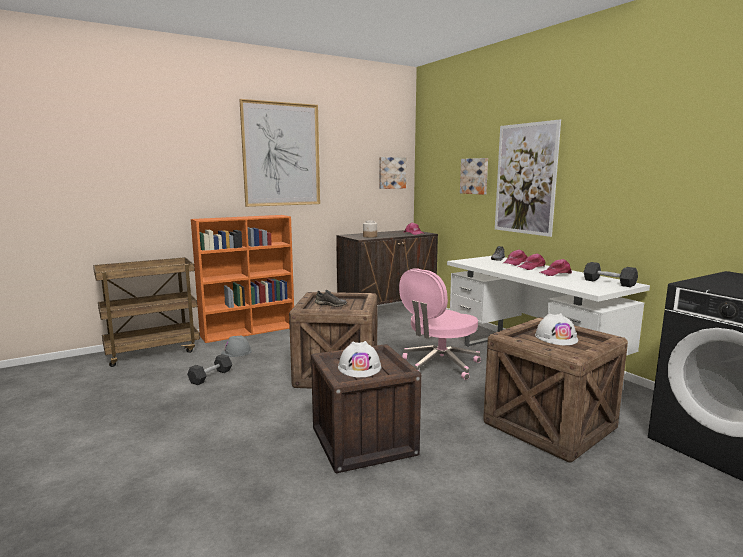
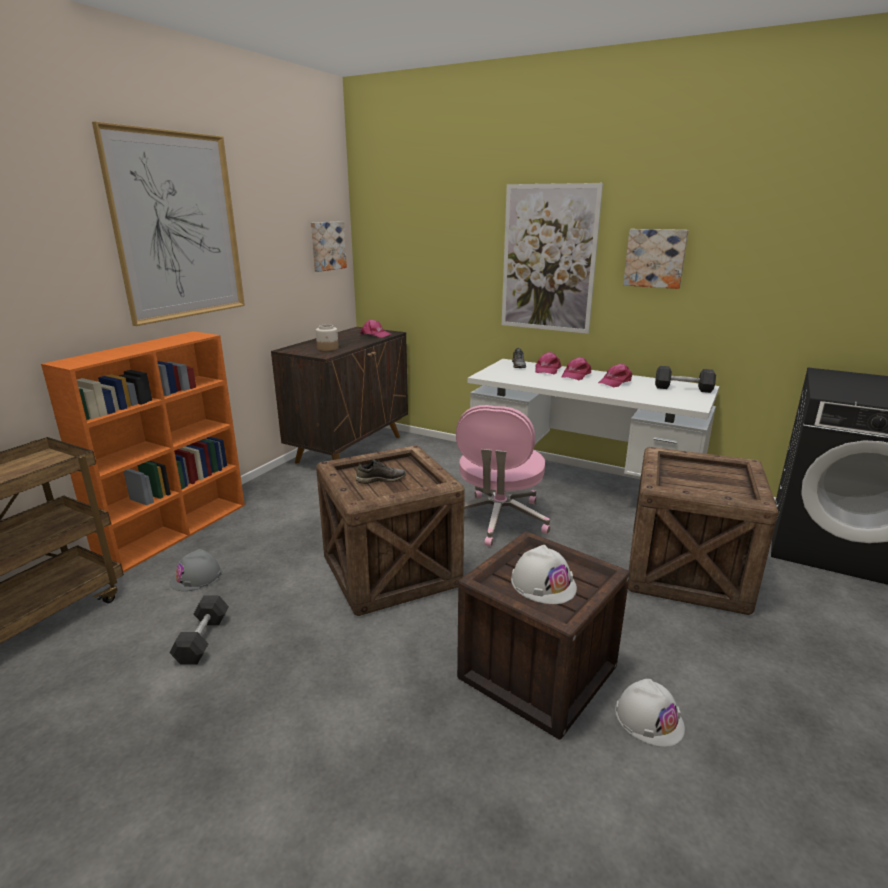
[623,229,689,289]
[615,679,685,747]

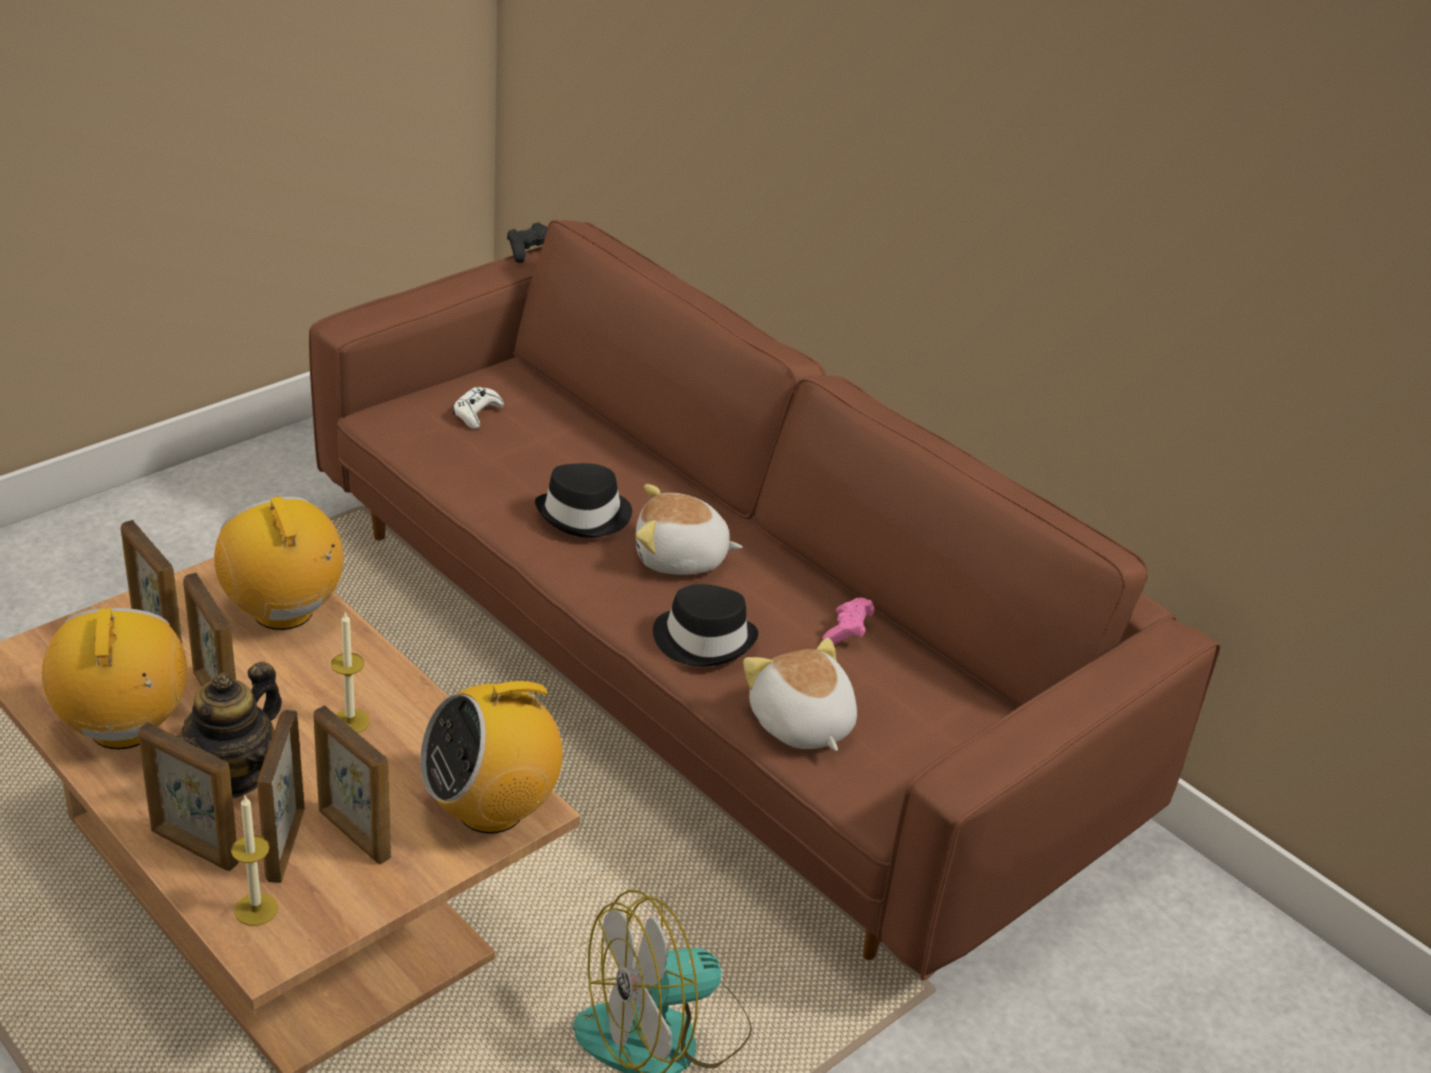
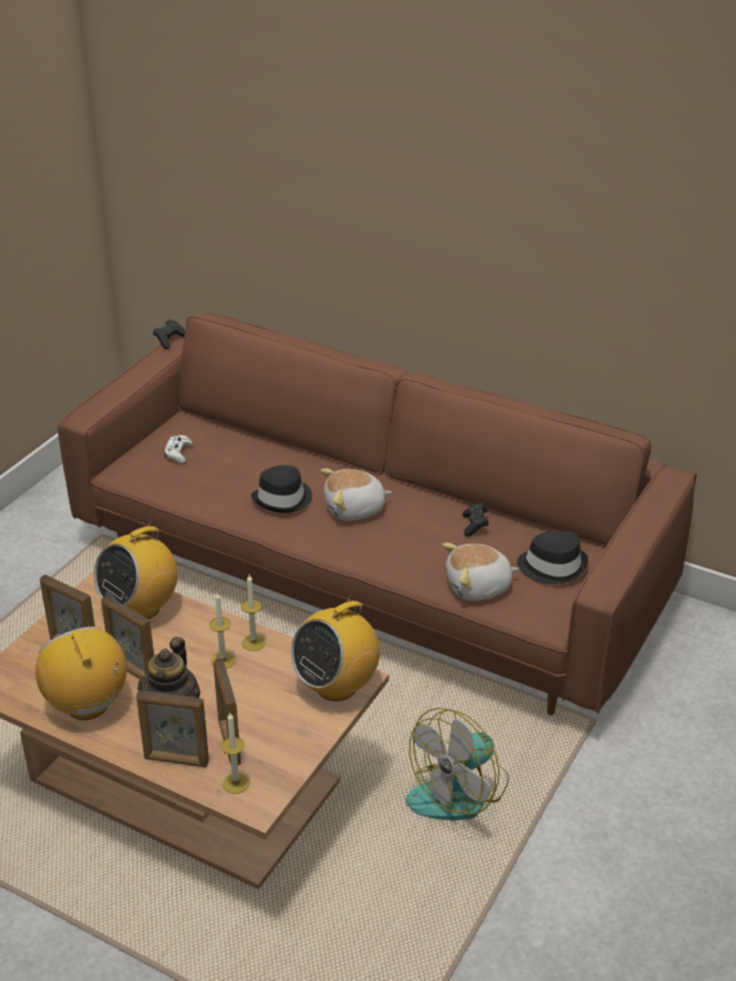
[94,520,178,619]
[517,531,588,584]
[462,503,489,537]
[442,543,519,601]
[313,705,391,864] (first image)
[241,575,266,651]

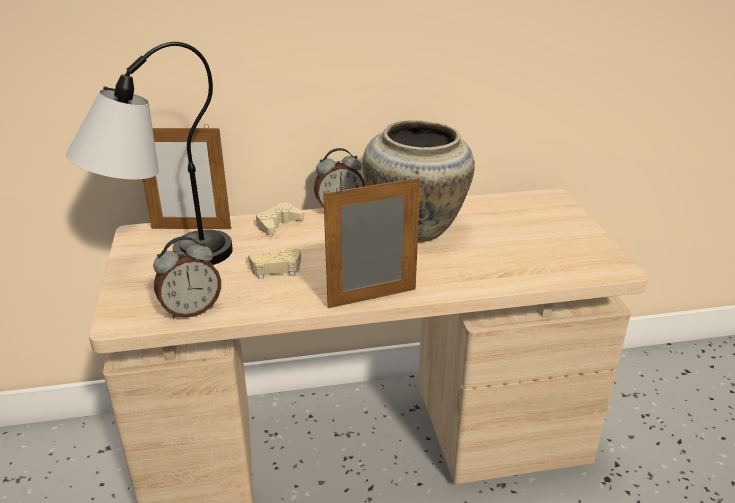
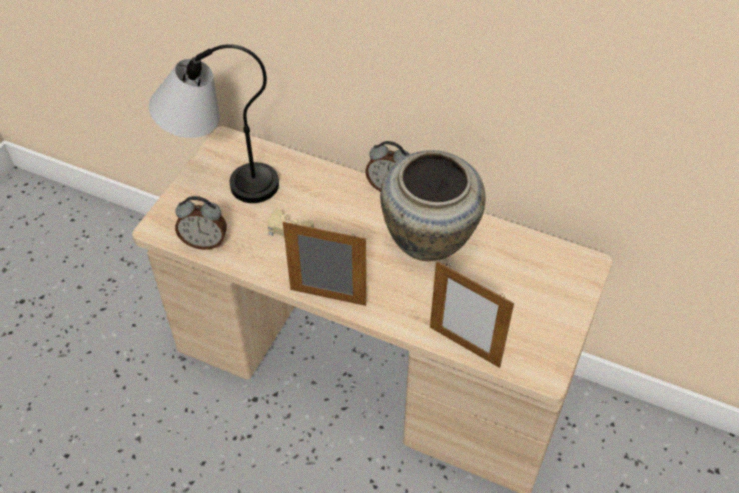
[430,261,514,368]
[256,203,304,235] (first image)

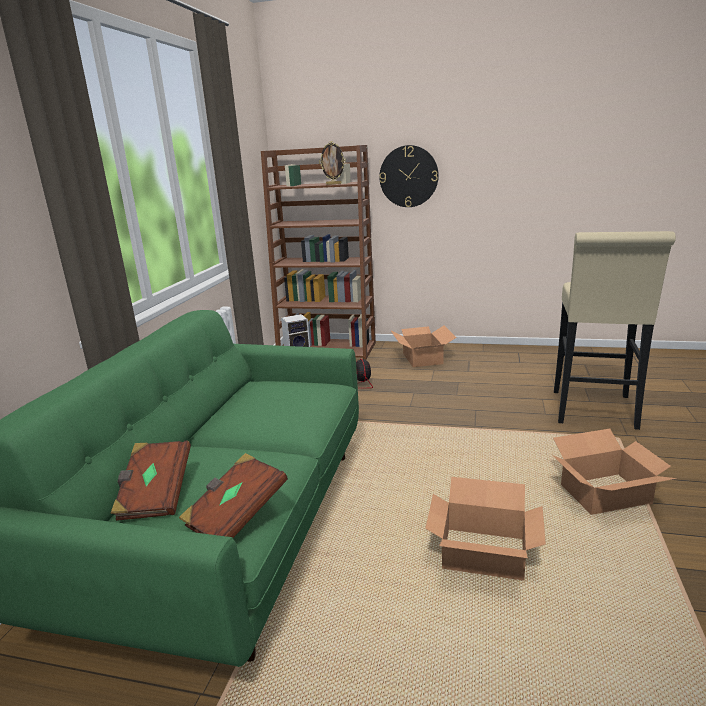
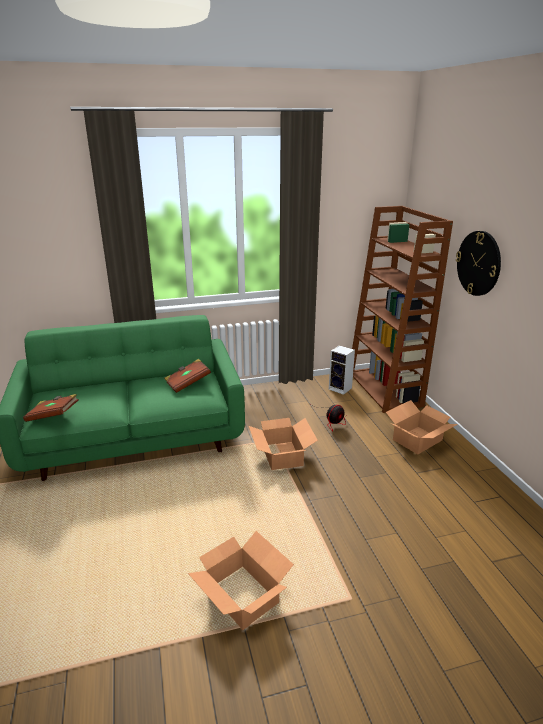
[319,141,346,185] (first image)
[554,231,676,430] (first image)
[164,359,211,393]
[249,418,318,470]

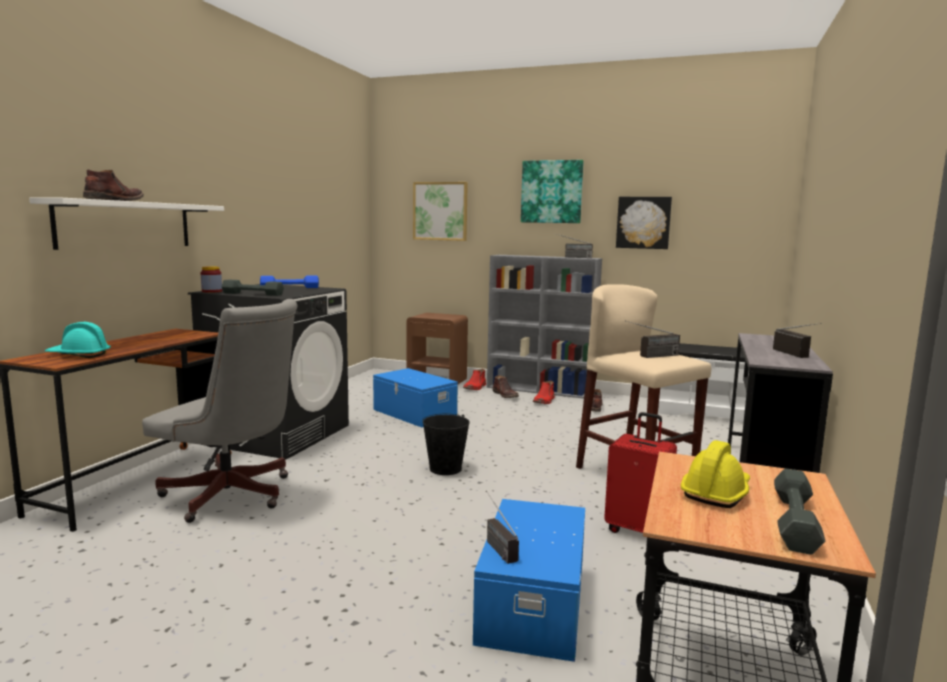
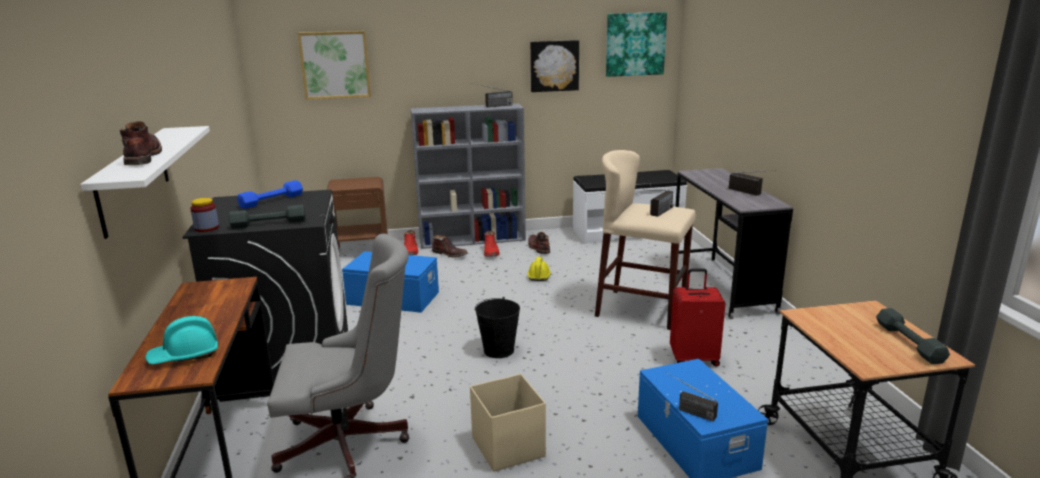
[606,12,667,77]
[527,257,551,281]
[470,374,546,472]

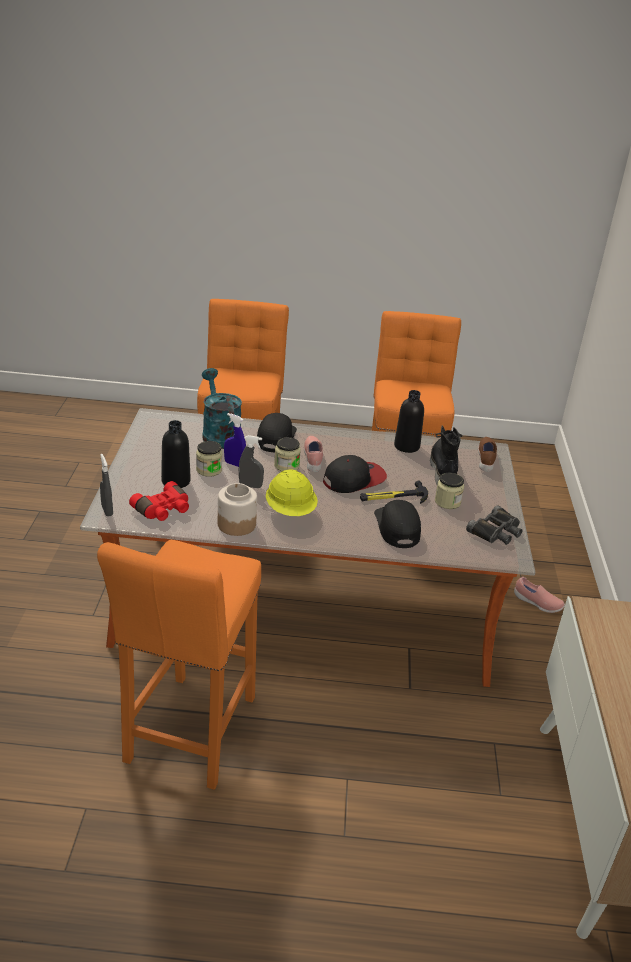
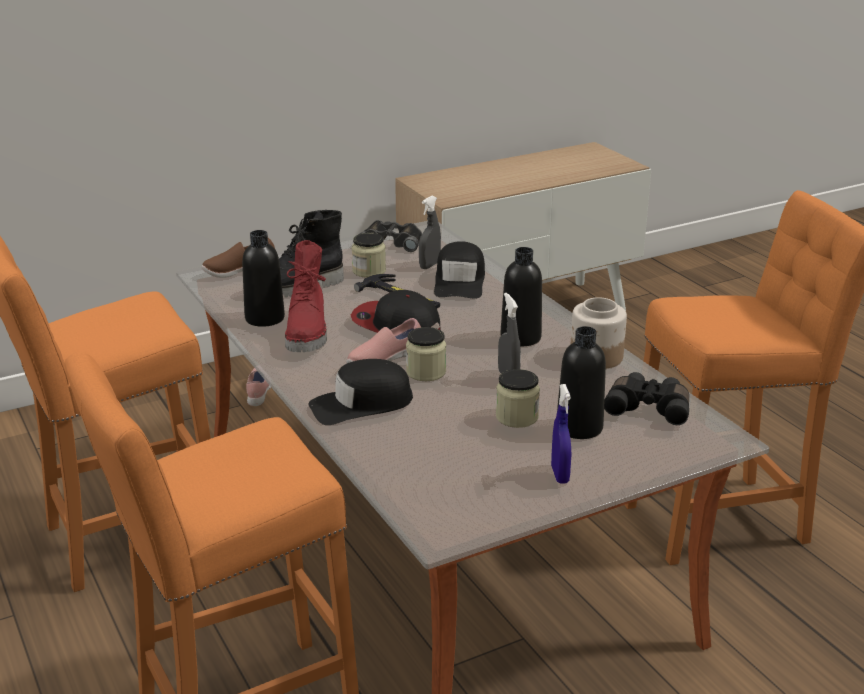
[202,368,242,449] (first image)
[551,384,571,484]
[419,196,441,269]
[500,247,542,346]
[604,372,689,425]
[434,241,485,299]
[285,240,327,352]

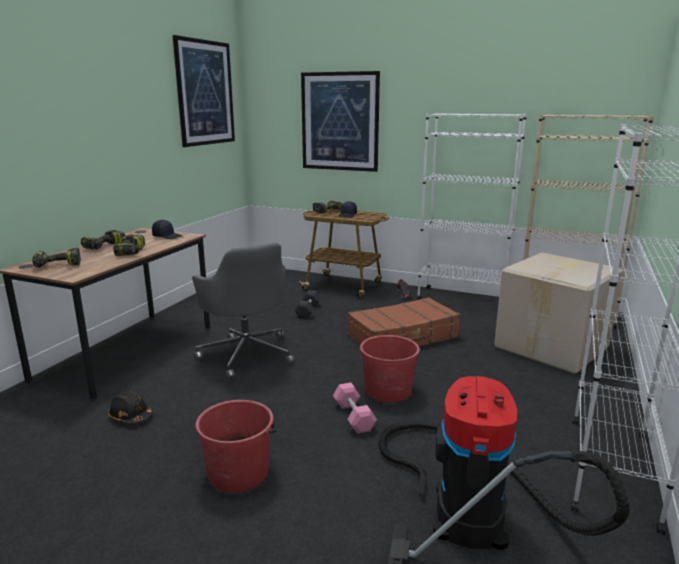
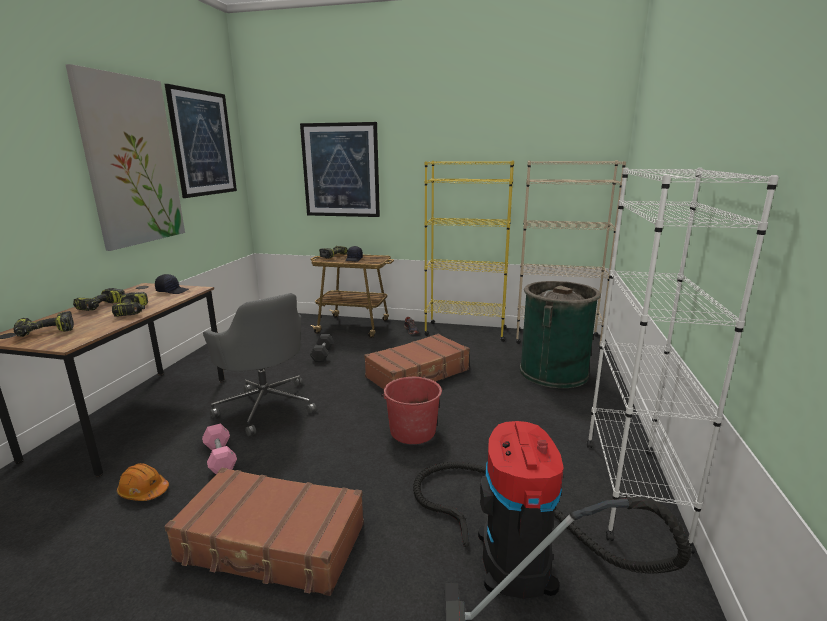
[424,161,514,342]
[520,281,601,388]
[202,424,237,474]
[117,463,169,501]
[164,468,364,596]
[65,64,185,251]

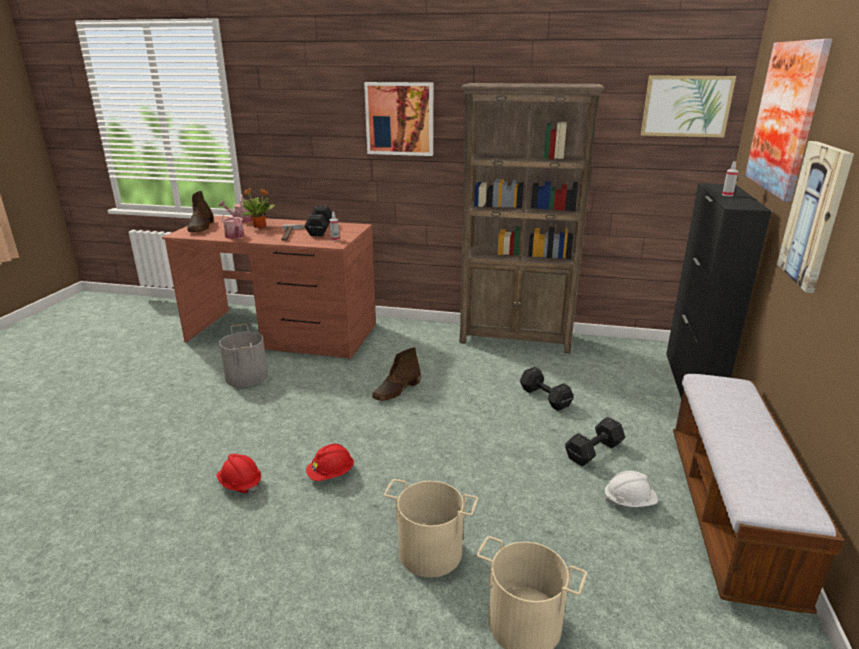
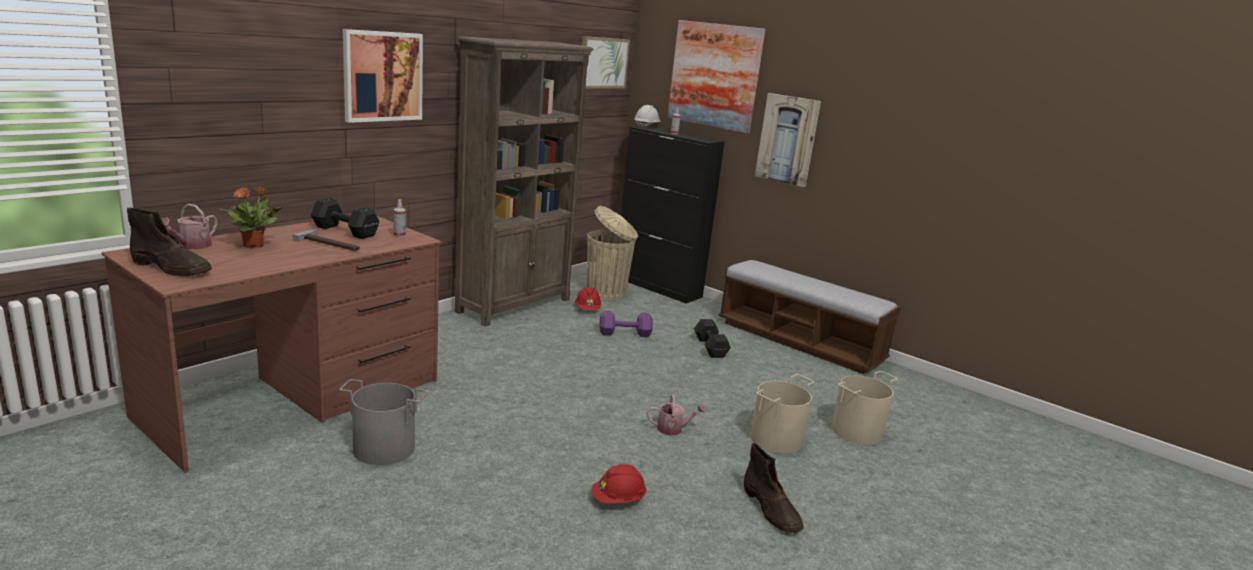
[647,395,706,436]
[744,443,804,533]
[599,311,653,337]
[575,287,601,310]
[634,105,661,128]
[587,206,638,300]

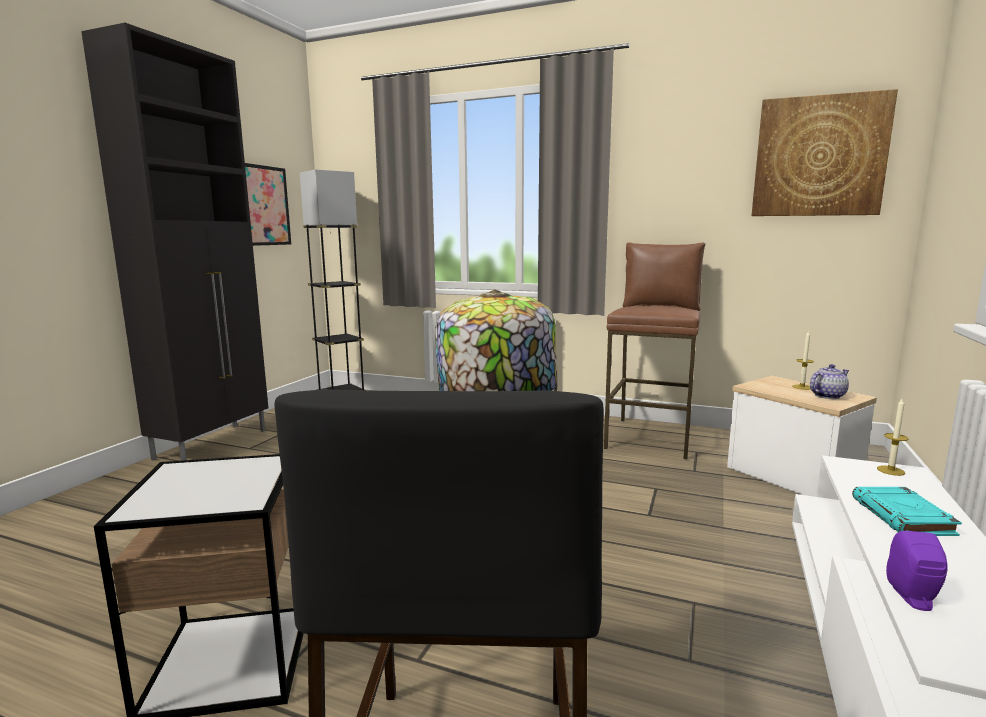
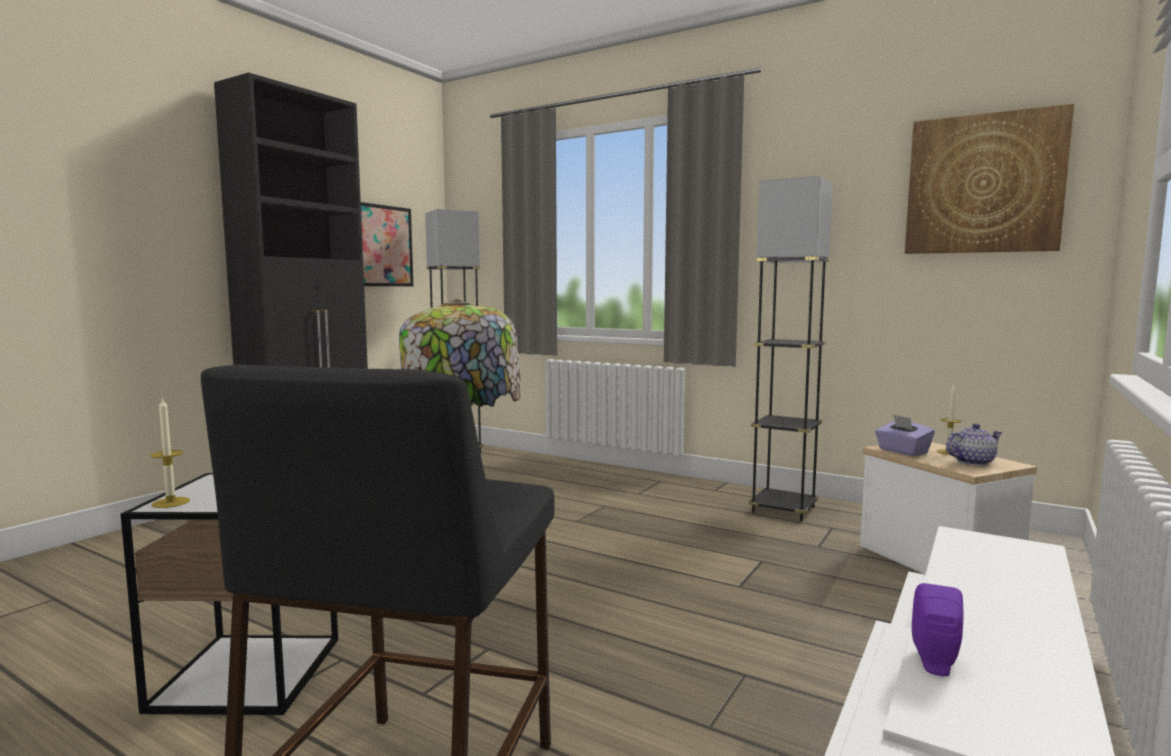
[748,176,833,521]
[150,397,190,508]
[852,487,962,536] (first image)
[875,414,935,456]

